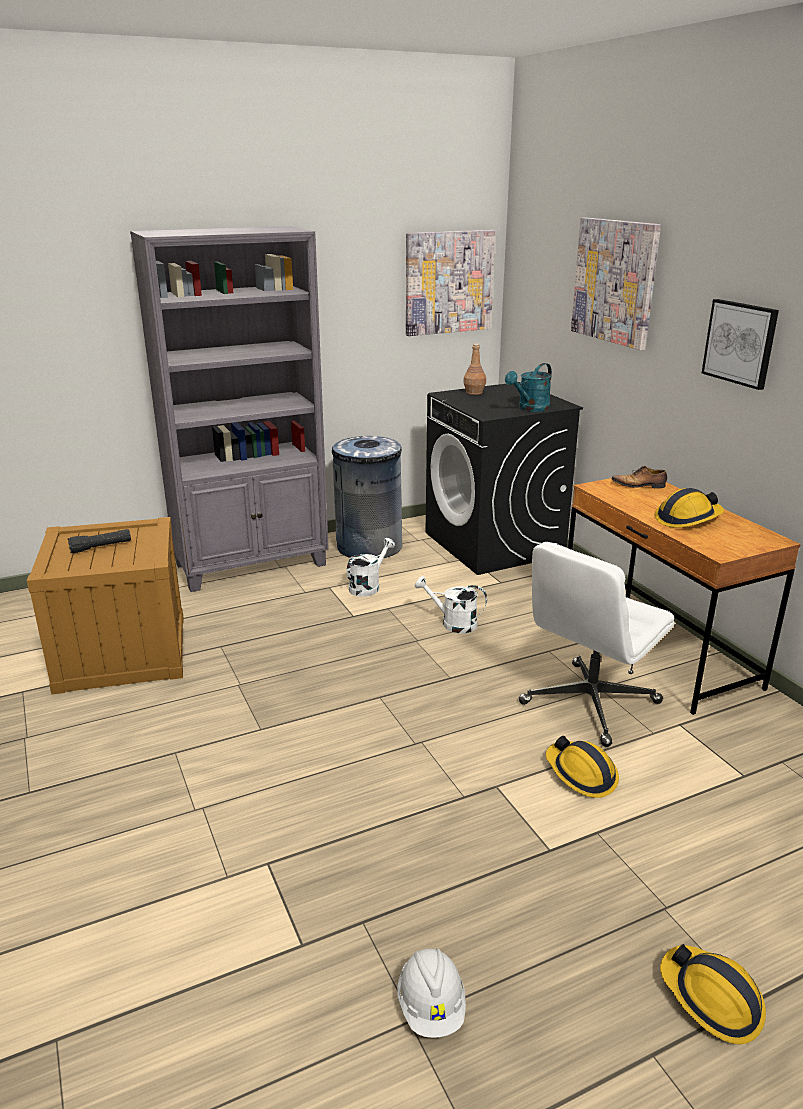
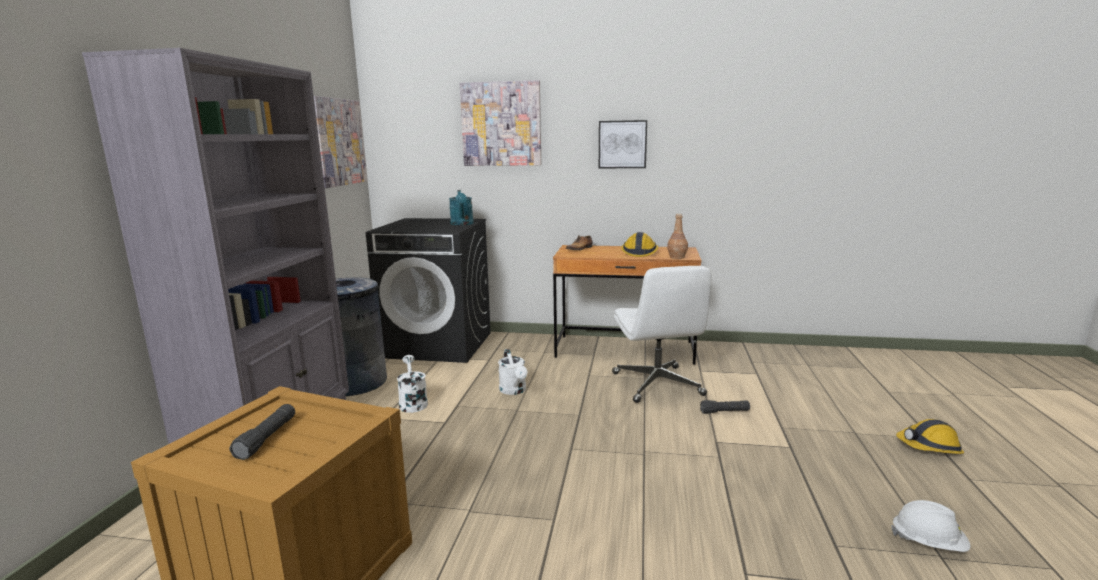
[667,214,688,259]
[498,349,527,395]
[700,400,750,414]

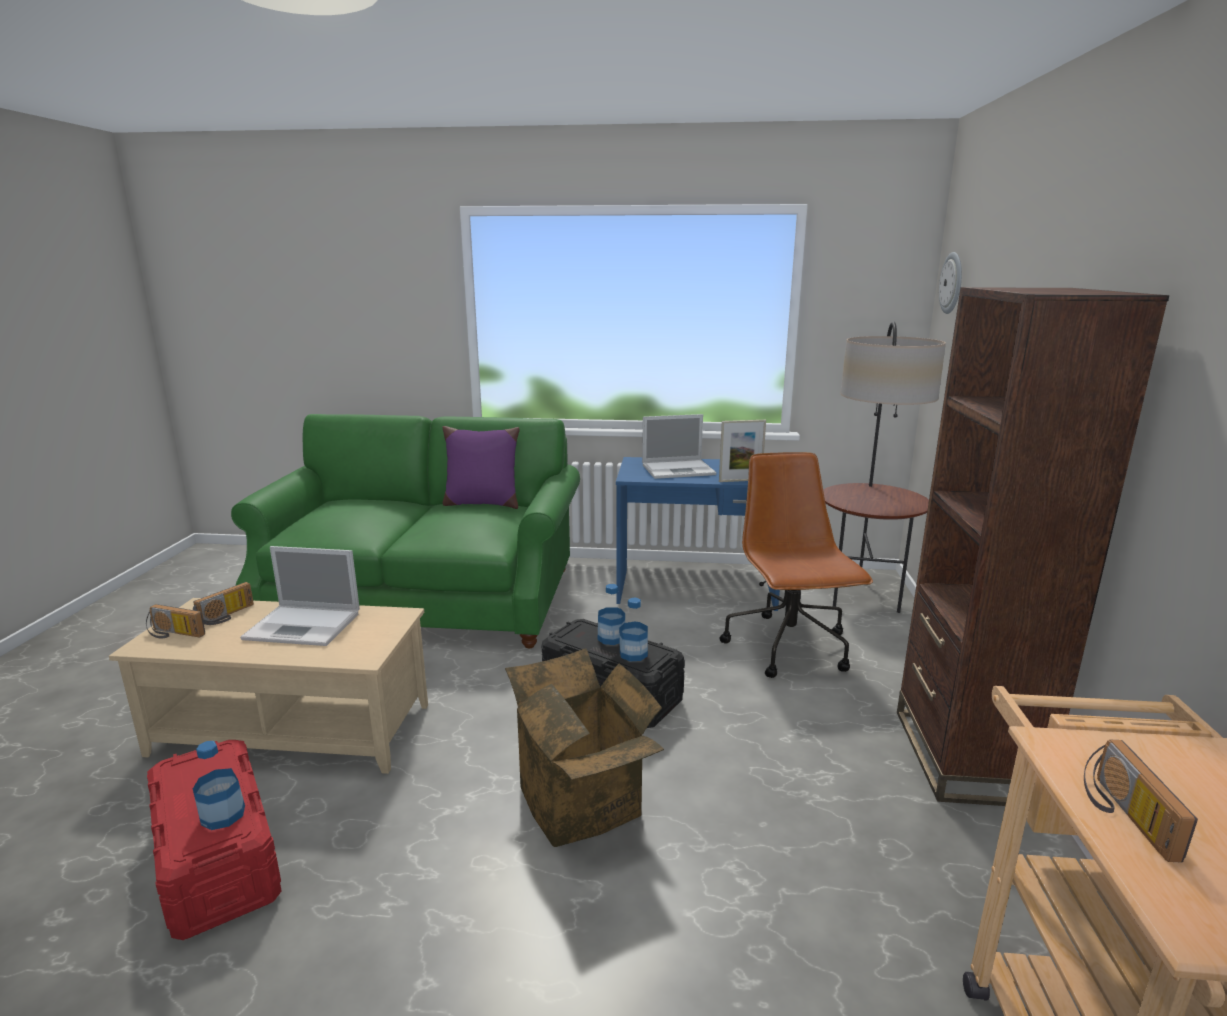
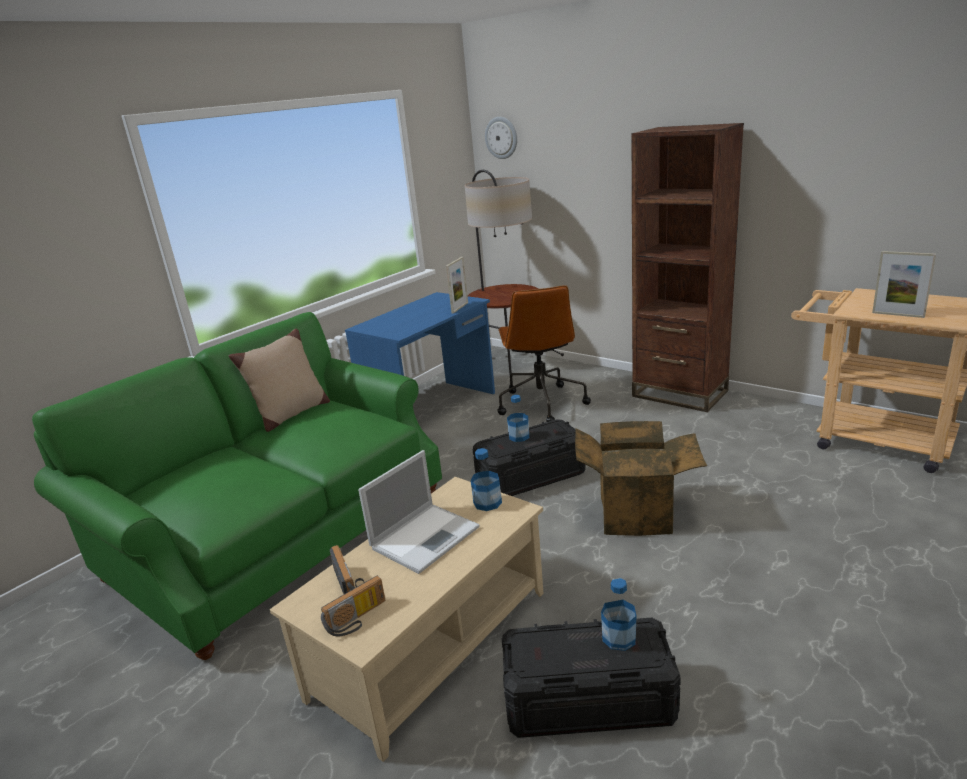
[642,414,716,479] (first image)
[228,329,330,432]
[497,285,591,422]
[471,448,502,511]
[502,618,681,738]
[872,251,936,318]

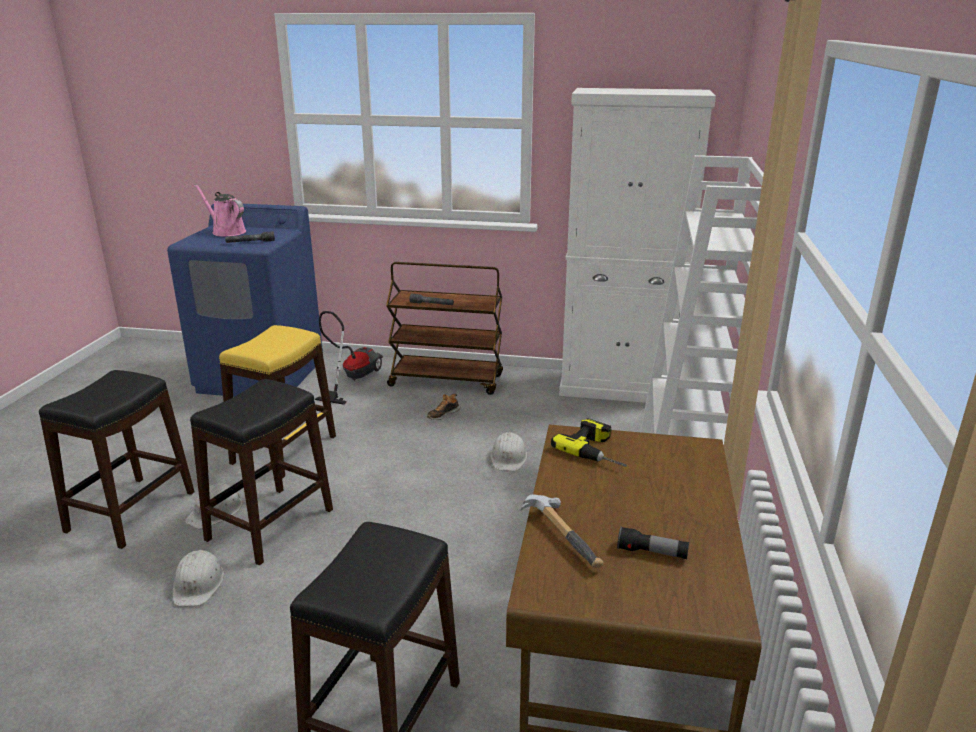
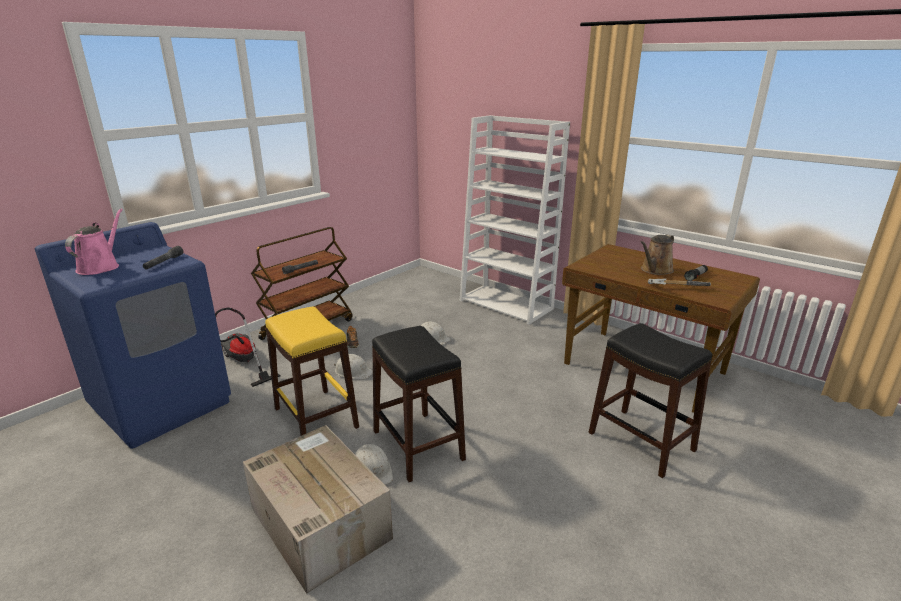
[559,88,716,403] (first image)
[65,208,123,275]
[243,425,393,594]
[551,418,627,467] (first image)
[334,354,373,380]
[641,234,674,275]

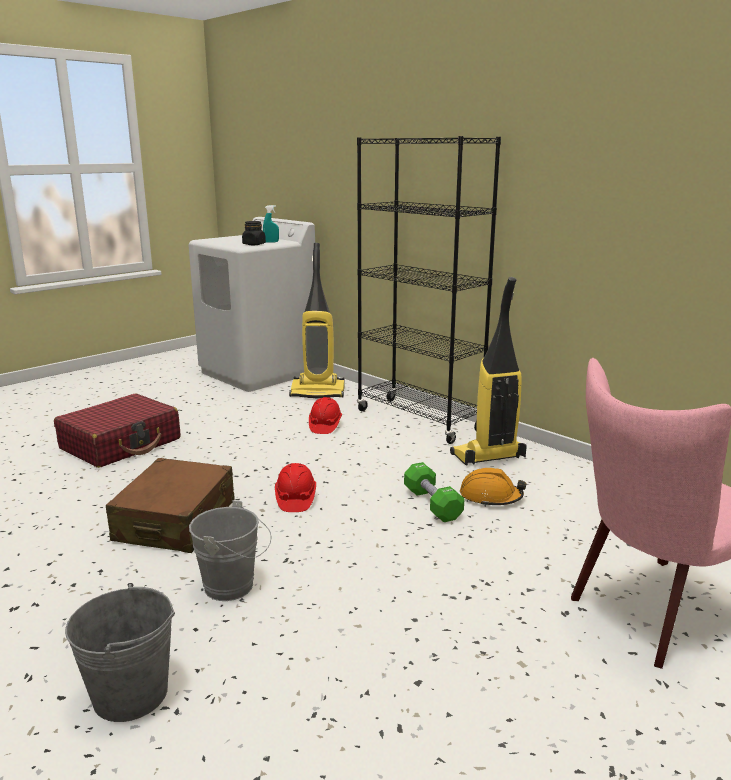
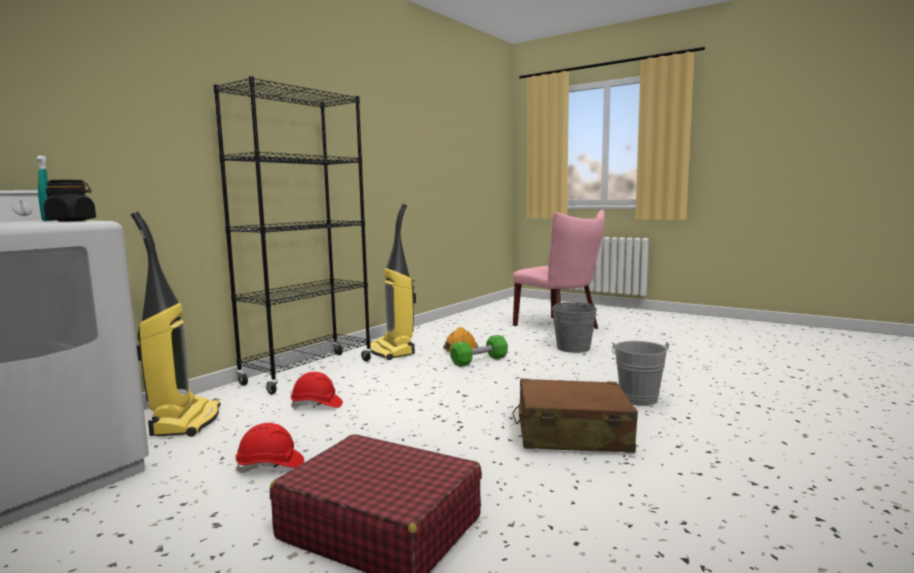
[235,423,304,473]
[552,303,597,353]

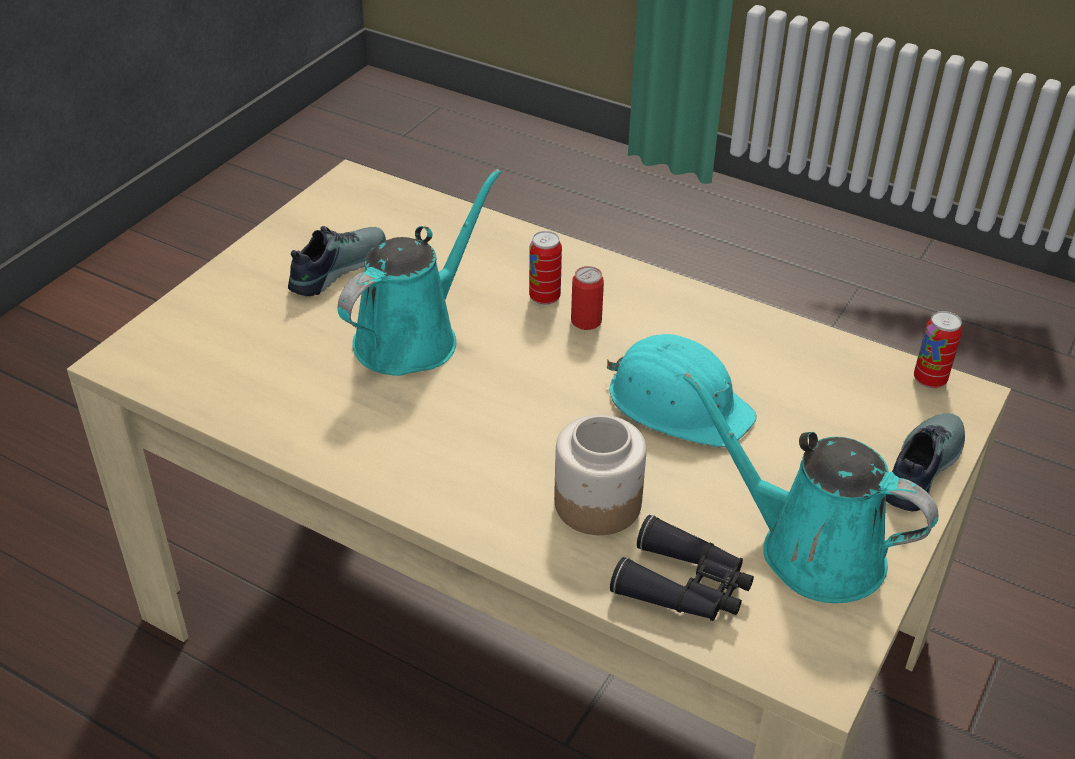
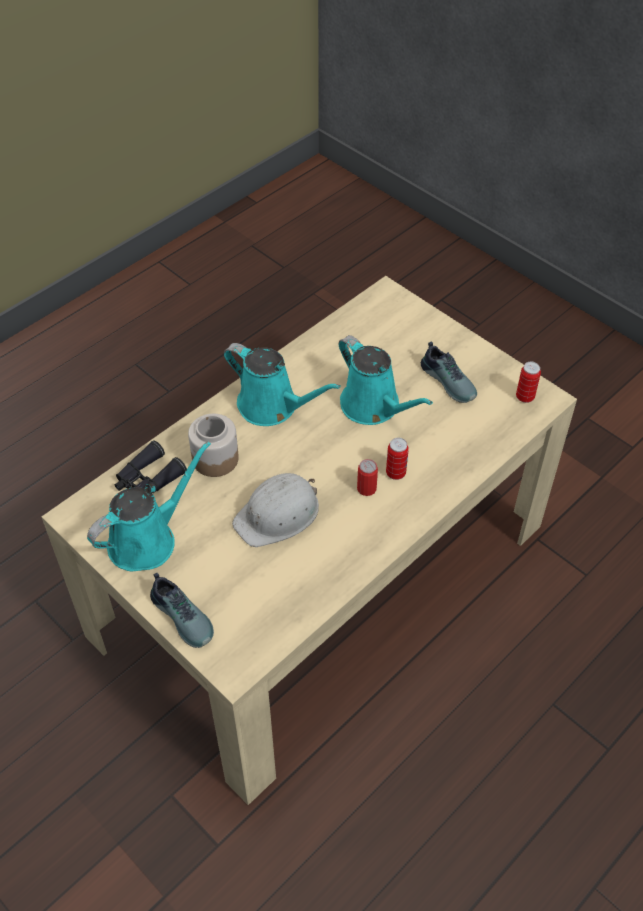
[516,361,541,403]
[232,473,319,547]
[224,343,341,426]

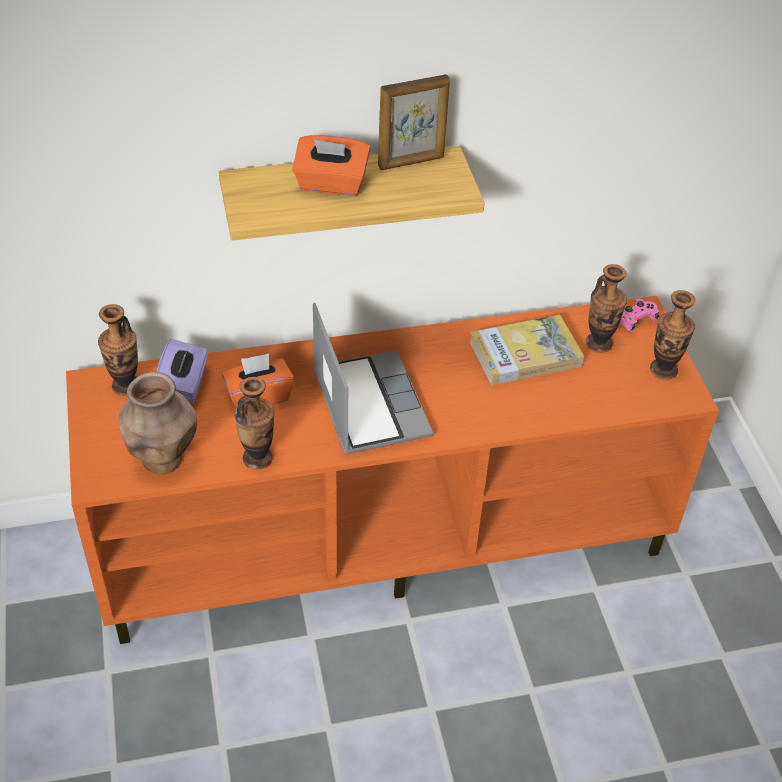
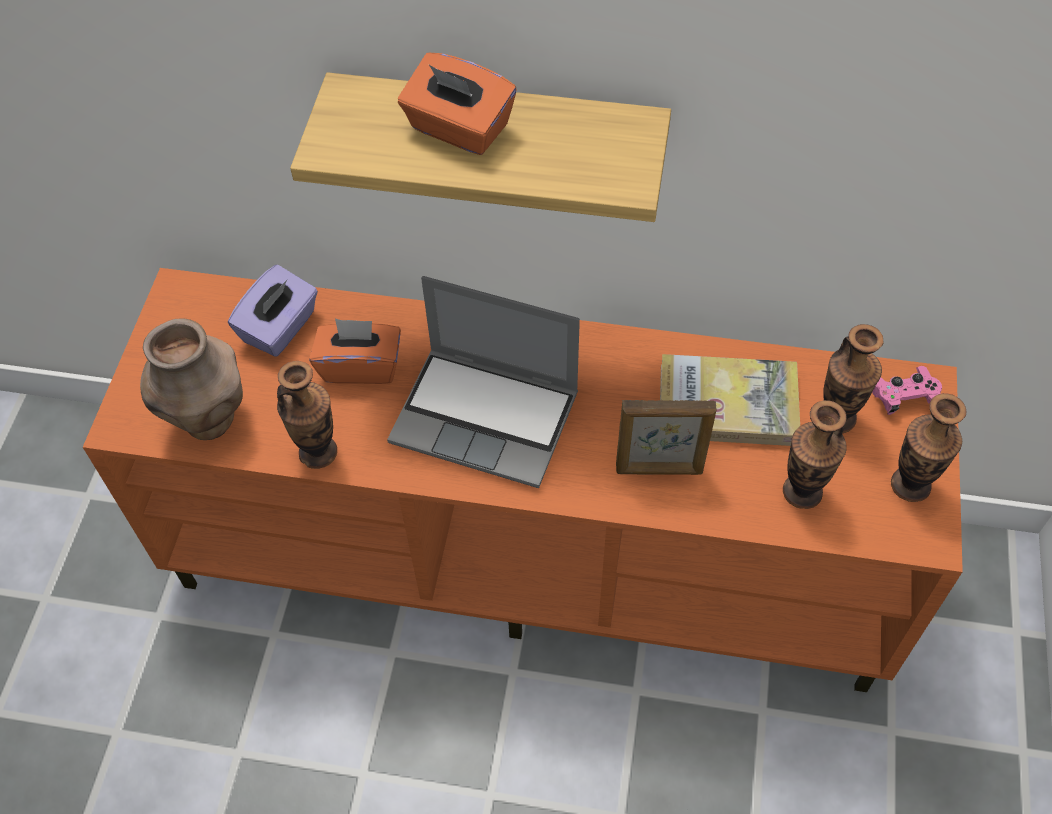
[616,400,717,475]
[387,276,580,488]
[783,400,847,509]

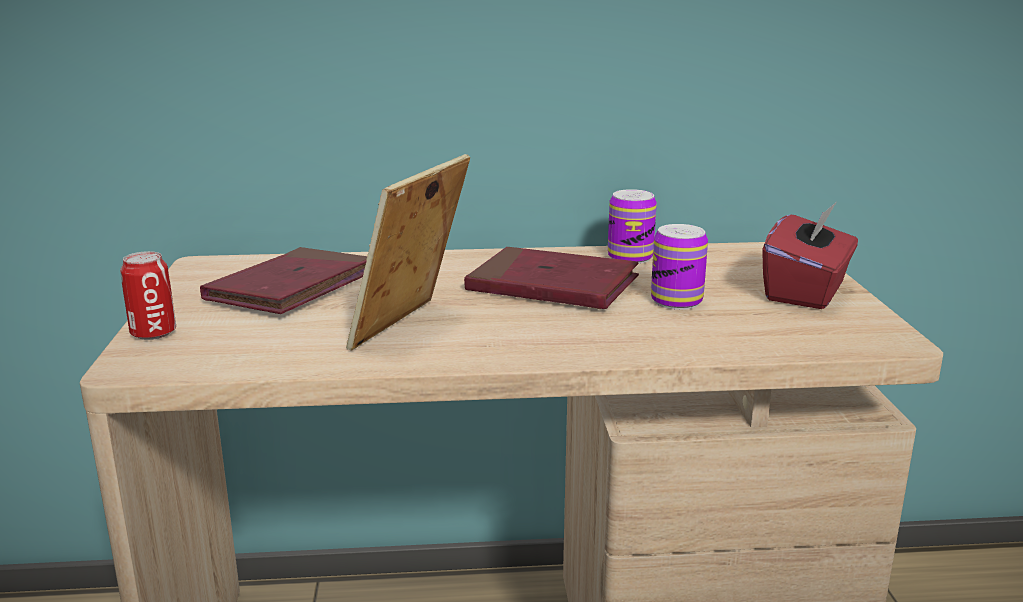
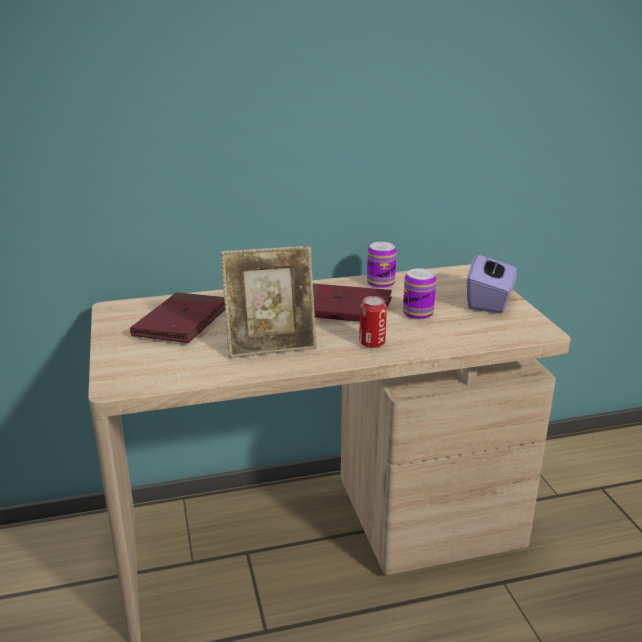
[221,246,317,358]
[467,251,517,314]
[359,296,387,348]

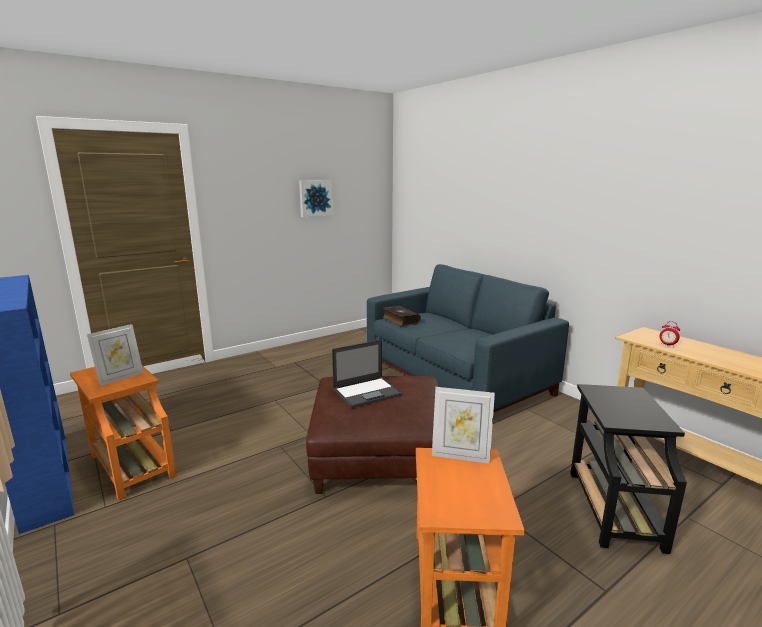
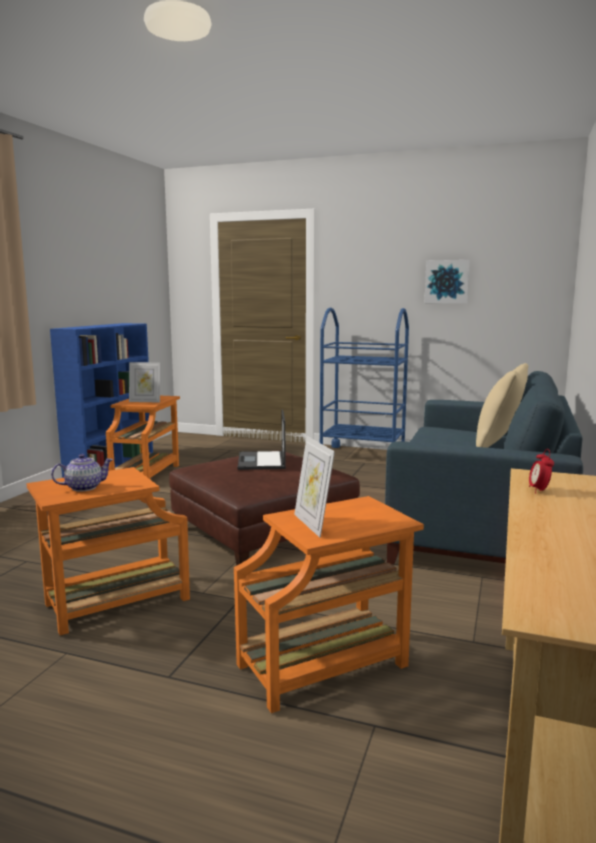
[382,306,421,326] (first image)
[238,409,286,470]
[234,496,424,713]
[294,436,335,538]
[320,307,409,448]
[476,363,528,448]
[51,454,113,491]

